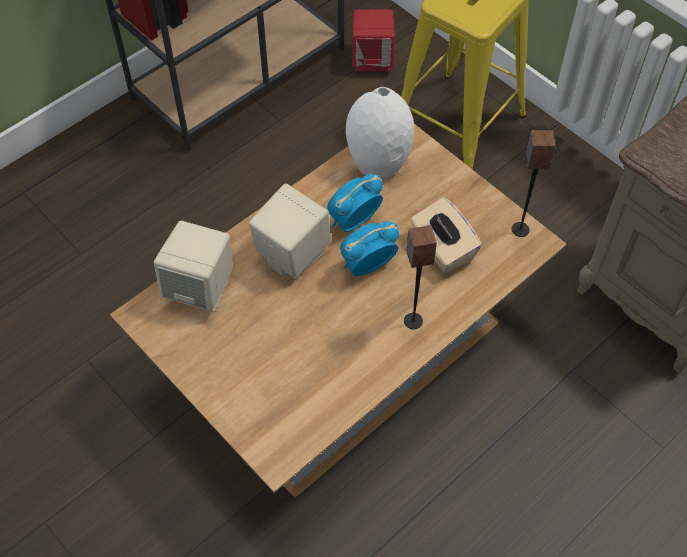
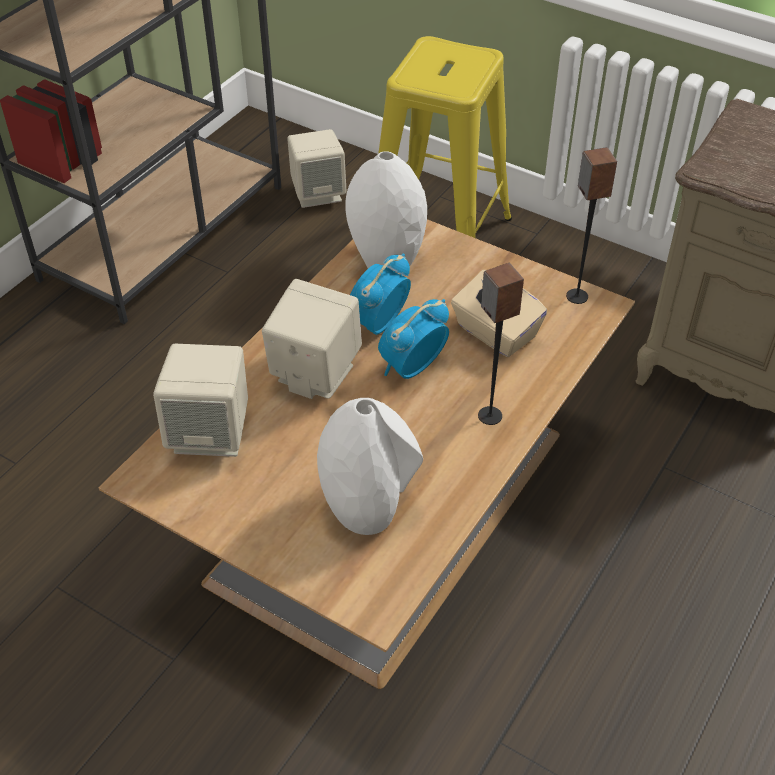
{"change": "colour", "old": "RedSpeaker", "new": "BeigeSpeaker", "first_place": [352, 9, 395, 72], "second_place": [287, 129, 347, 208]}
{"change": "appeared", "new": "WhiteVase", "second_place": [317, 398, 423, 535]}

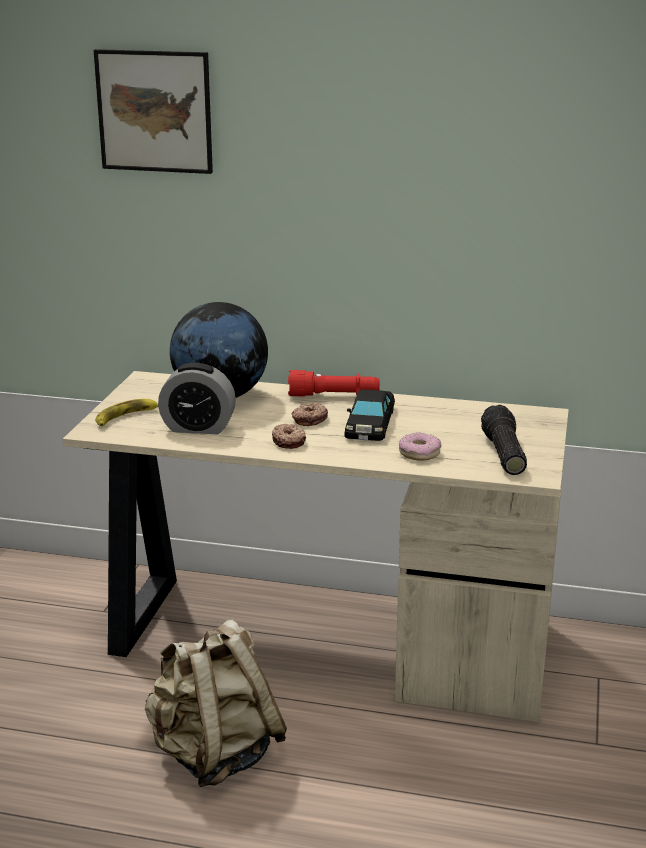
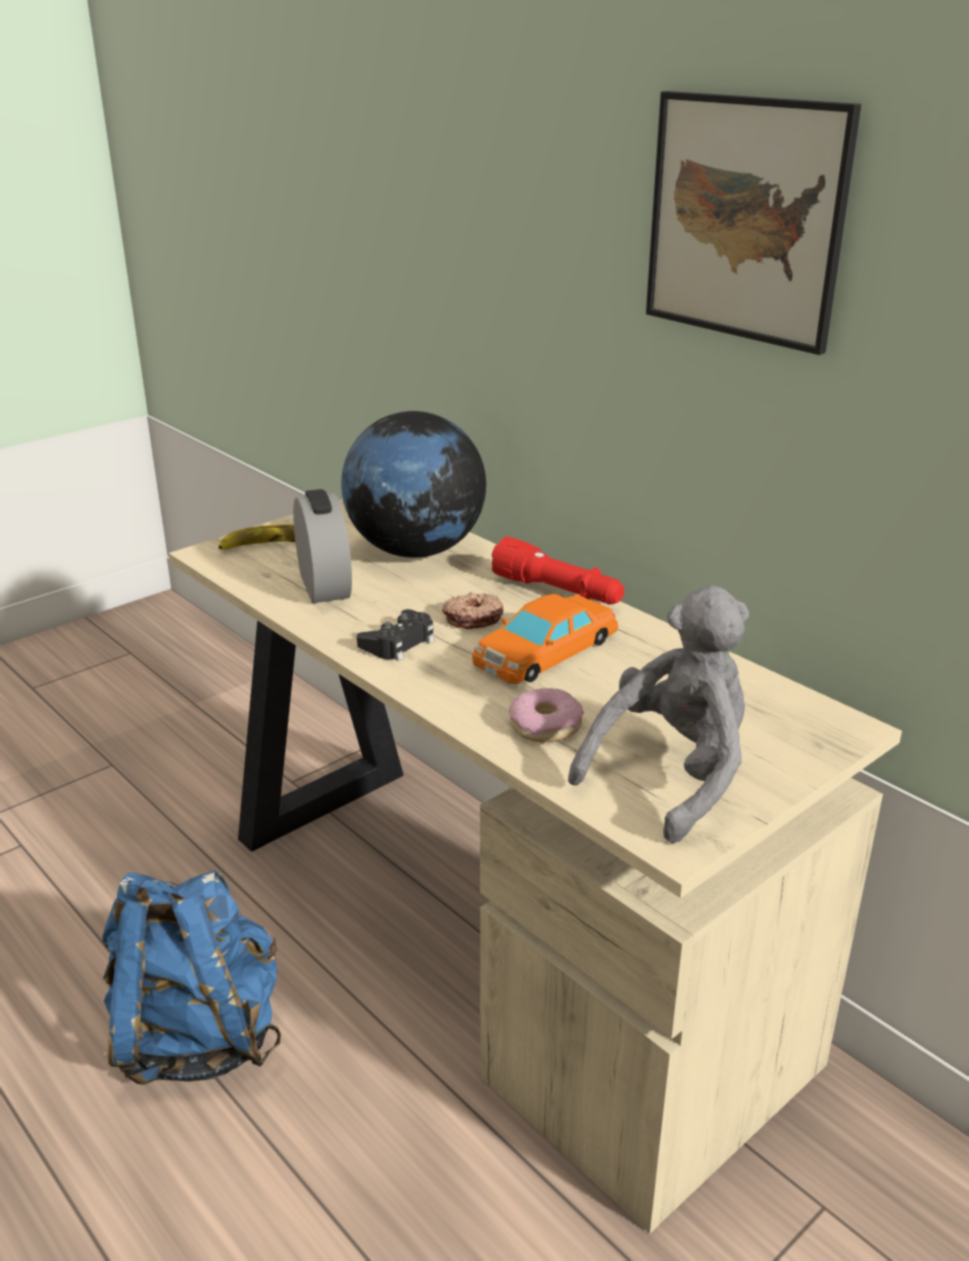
{"change": "colour", "old": "BeigeBackpack", "new": "BlueBackpack", "first_place": [145, 619, 287, 787], "second_place": [103, 870, 281, 1085]}
{"change": "spun", "old": "AlarmClock", "first_place": [158, 363, 236, 434], "second_place": [293, 489, 352, 603], "degrees": -150}
{"change": "exchanged", "old": "Donut", "new": "BlackGameController", "first_place": [272, 424, 306, 449], "second_place": [357, 609, 434, 661]}
{"change": "colour", "old": "BlackToyCar", "new": "OrangeToyCar", "first_place": [344, 389, 395, 441], "second_place": [472, 594, 619, 684]}
{"change": "exchanged", "old": "Flashlight", "new": "GreyPlushToy", "first_place": [481, 405, 527, 475], "second_place": [568, 585, 749, 843]}
{"change": "relocated", "old": "Picture", "first_place": [94, 49, 213, 174], "second_place": [646, 91, 861, 355]}

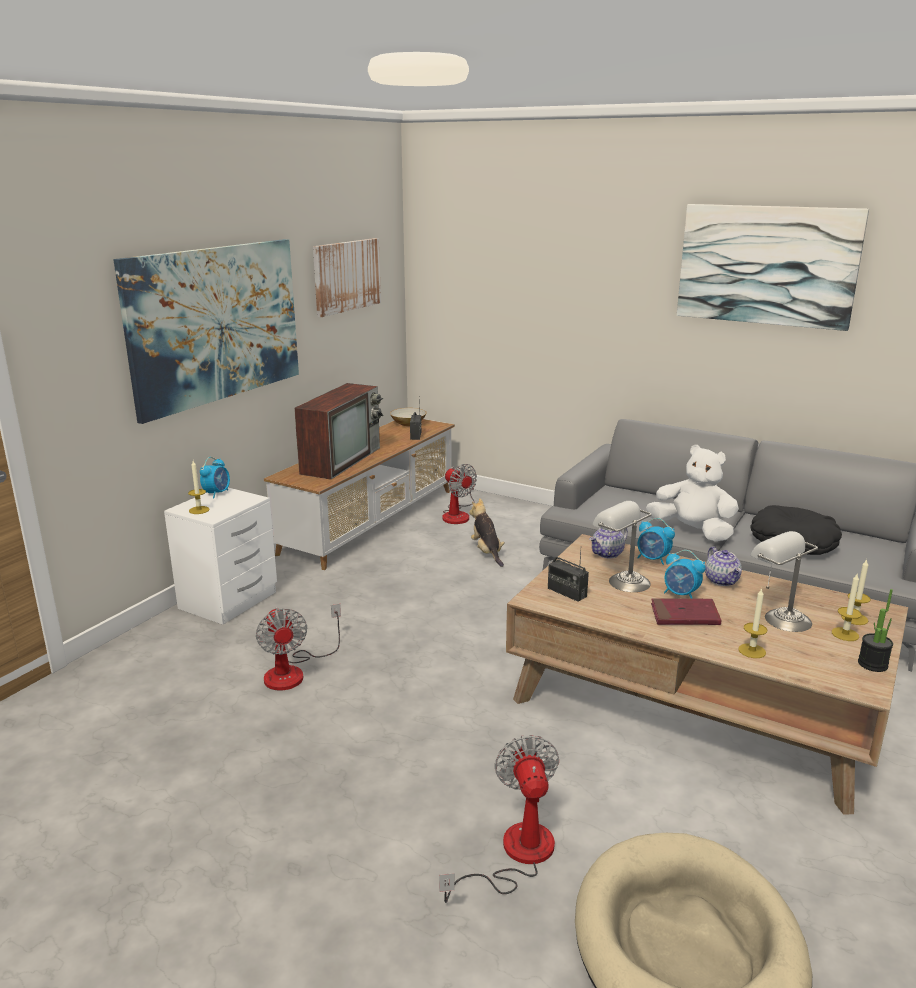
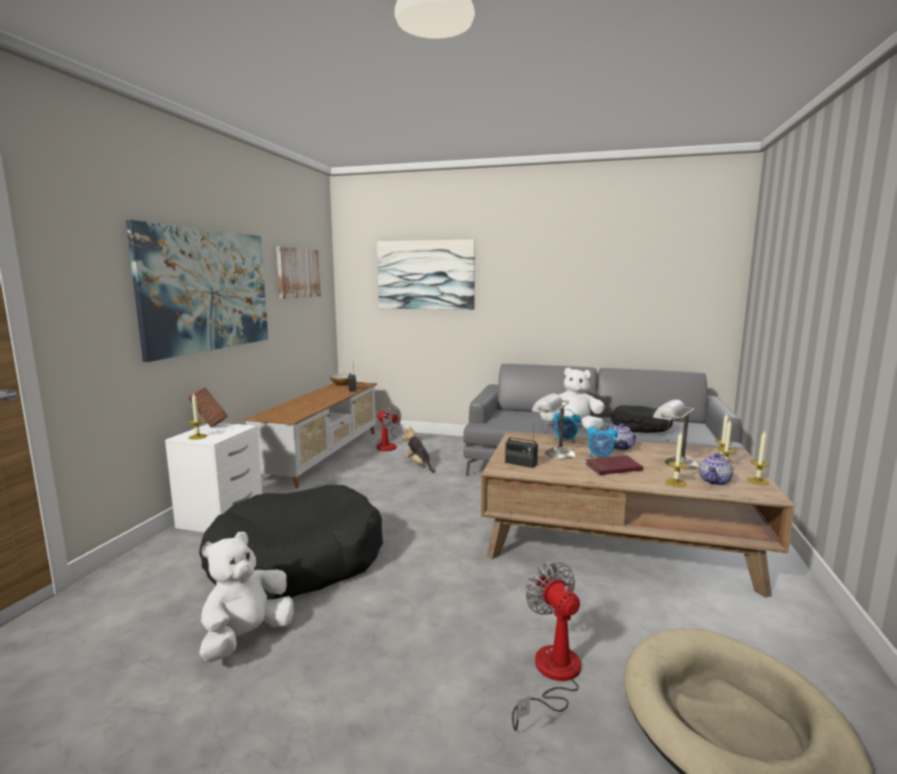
{"change": "exchanged", "old": "AlarmClock", "new": "BrownVase", "first_place": [200, 457, 230, 498], "second_place": [188, 388, 228, 427]}
{"change": "exchanged", "old": "Fan", "new": "BlackDogBed", "first_place": [256, 604, 341, 691], "second_place": [199, 485, 383, 599]}
{"change": "appeared", "new": "WhitePlushToy", "second_place": [199, 532, 294, 662]}
{"change": "relocated", "old": "Picture", "first_place": [677, 204, 869, 331], "second_place": [377, 239, 475, 310]}
{"change": "relocated", "old": "Teapot", "first_place": [589, 528, 628, 558], "second_place": [699, 453, 733, 485]}
{"change": "exchanged", "old": "PottedPlant", "new": "Candle", "first_place": [858, 589, 893, 672], "second_place": [747, 430, 770, 485]}
{"change": "missing", "old": "Television", "first_place": [294, 383, 383, 480]}

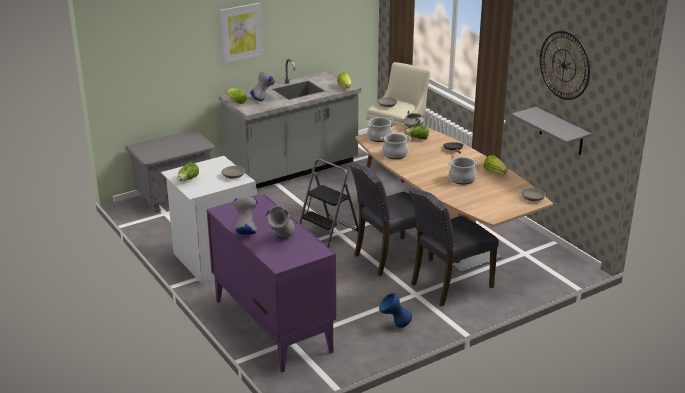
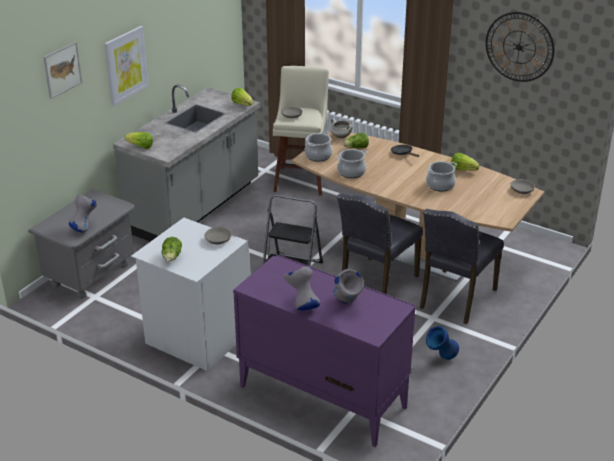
{"change": "appeared", "new": "Picture", "second_place": [43, 42, 82, 99]}
{"change": "relocated", "old": "GreyVase", "first_place": [250, 71, 276, 101], "second_place": [69, 195, 97, 233]}
{"change": "missing", "old": "GreyShelf", "first_place": [511, 107, 592, 155]}

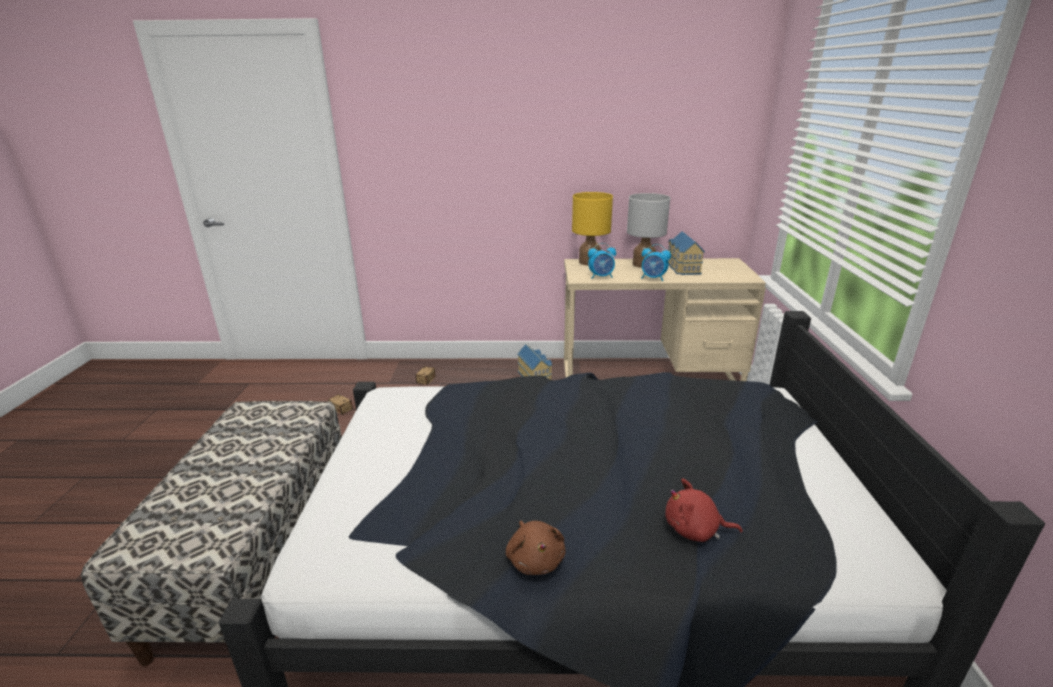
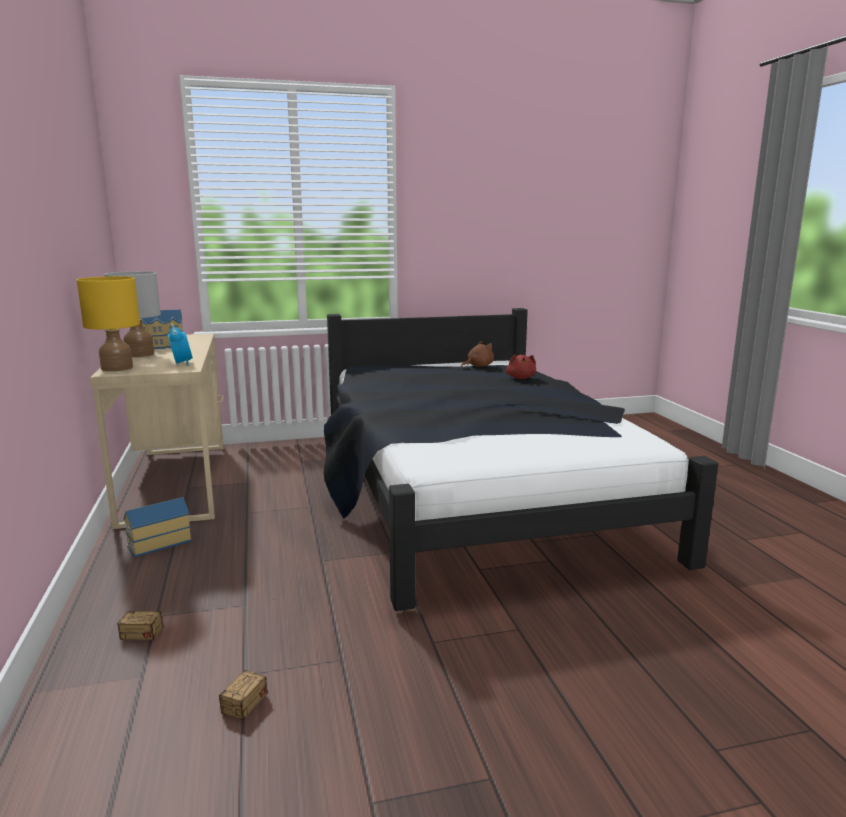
{"change": "relocated", "old": "BrownPlushToy", "first_place": [506, 521, 565, 575], "second_place": [461, 341, 494, 367]}
{"change": "missing", "old": "Bench", "first_place": [81, 401, 342, 666]}
{"change": "missing", "old": "AlarmClock", "first_place": [642, 244, 671, 281]}

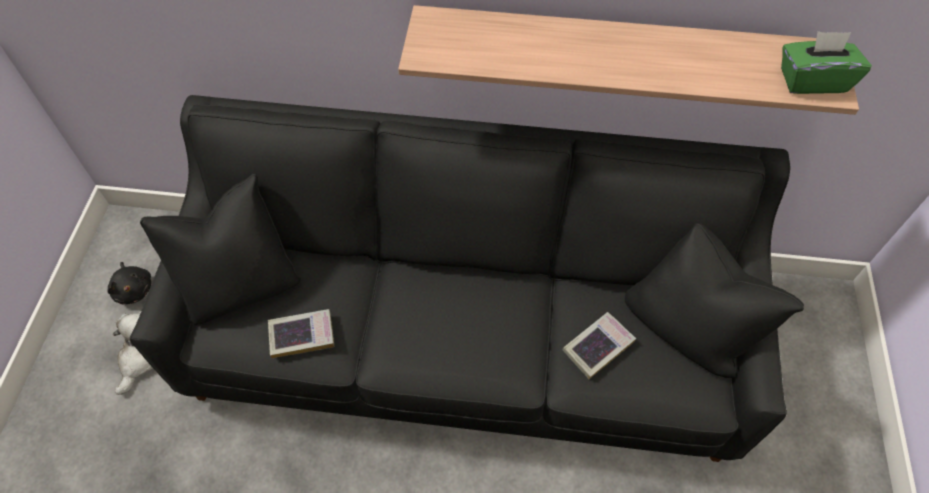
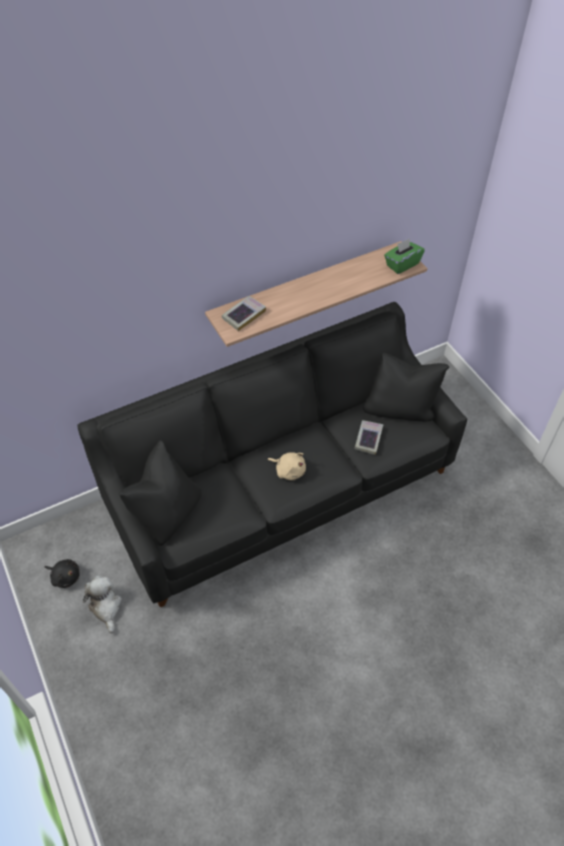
{"change": "relocated", "old": "Book", "first_place": [268, 309, 334, 358], "second_place": [222, 296, 266, 331]}
{"change": "appeared", "new": "BeigePlushToy", "second_place": [267, 452, 306, 480]}

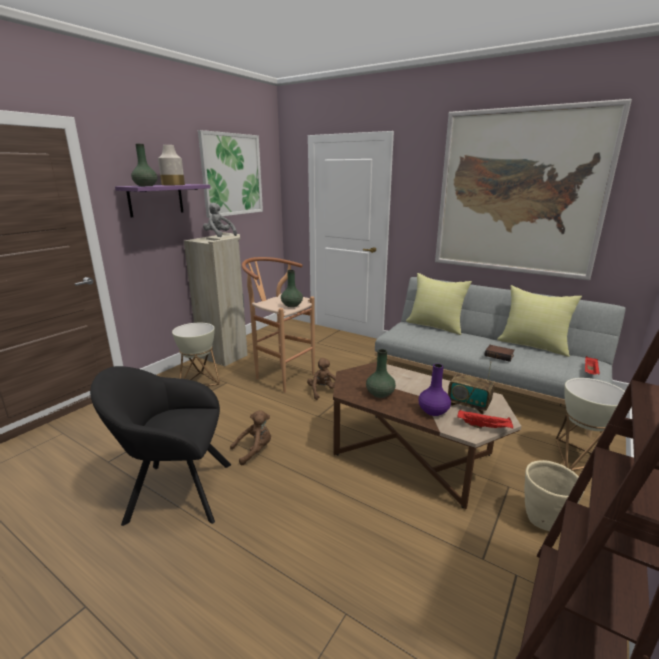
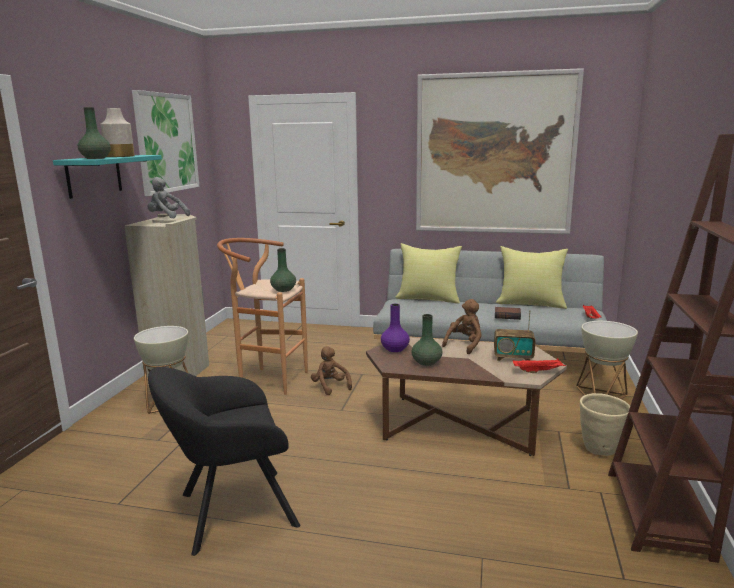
{"change": "colour", "old": "PurpleShelf", "new": "TurquoiseShelf", "first_place": [115, 184, 210, 217], "second_place": [53, 155, 162, 199]}
{"change": "relocated", "old": "PurpleVase", "first_place": [418, 364, 451, 416], "second_place": [381, 304, 410, 352]}
{"change": "relocated", "old": "BrownPlushToy", "first_place": [230, 410, 271, 465], "second_place": [442, 299, 482, 354]}

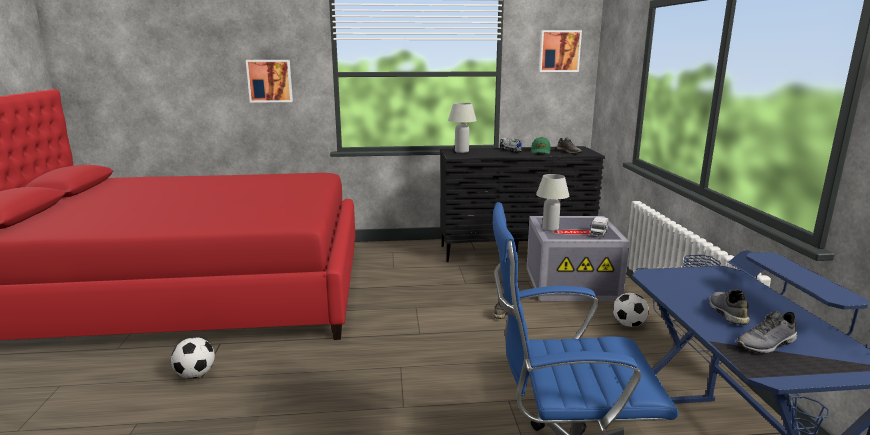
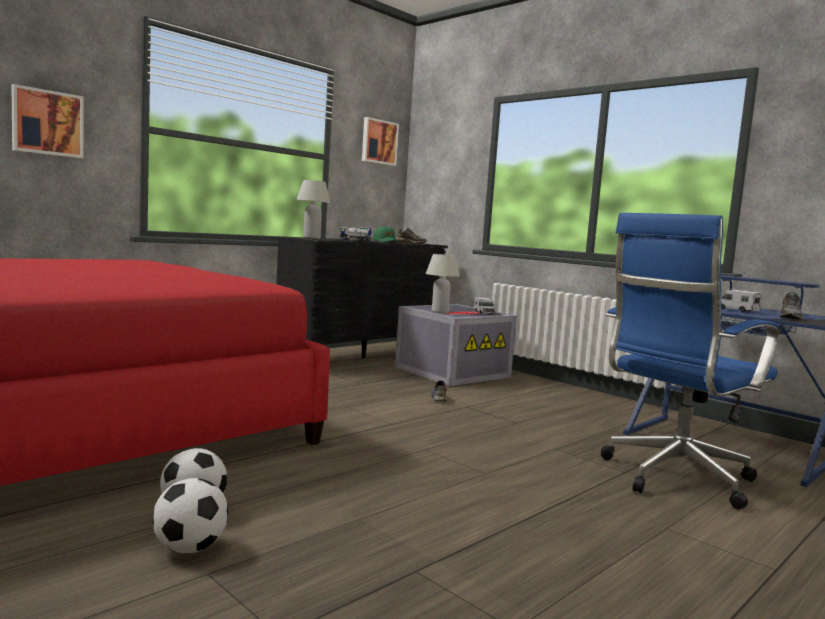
{"change": "relocated", "old": "Football", "first_place": [613, 293, 649, 327], "second_place": [152, 478, 228, 553]}
{"change": "exchanged", "old": "GreyShoe", "new": "ToyTruck", "first_place": [709, 289, 750, 325], "second_place": [721, 290, 762, 312]}

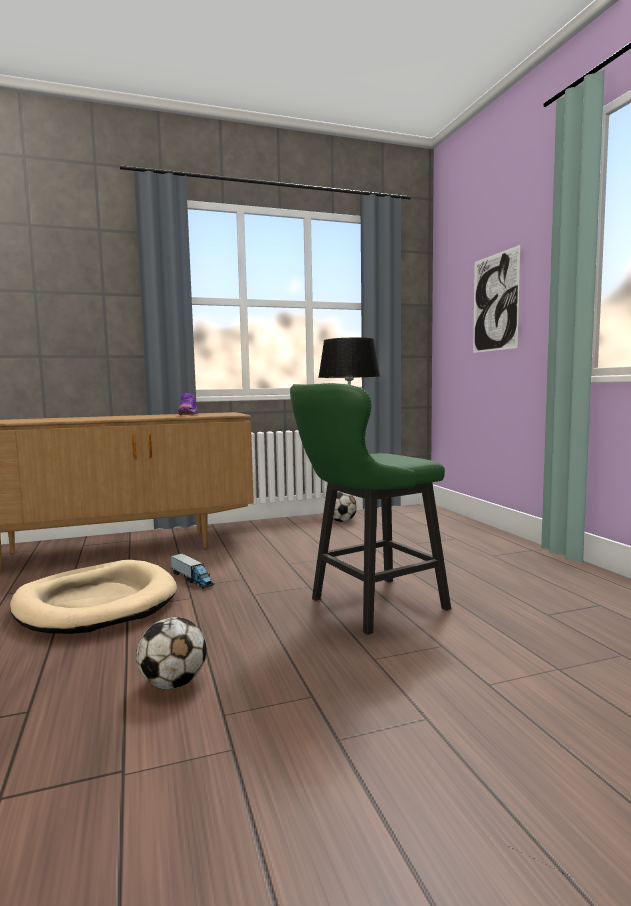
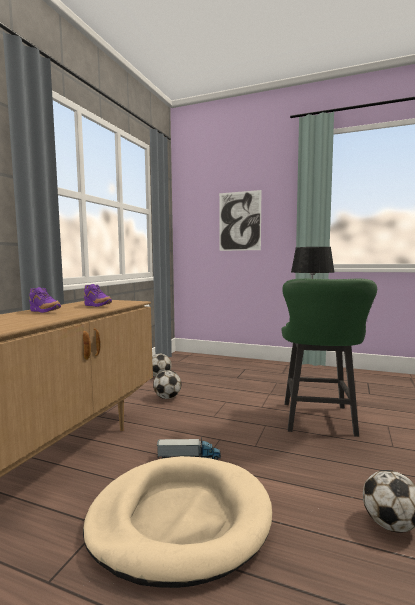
{"change": "appeared", "new": "PurpleShoe", "second_place": [29, 287, 61, 313]}
{"change": "appeared", "new": "Football", "second_place": [153, 370, 181, 399]}

